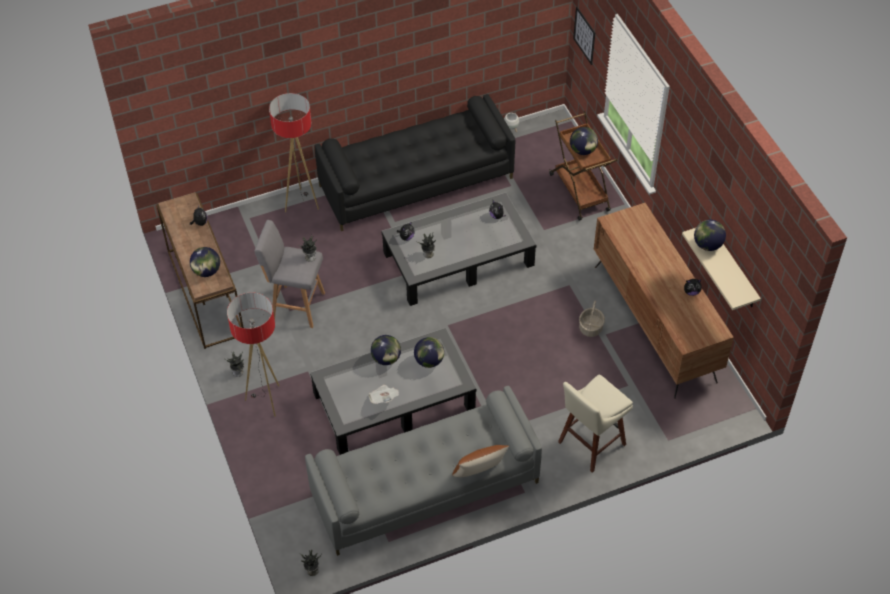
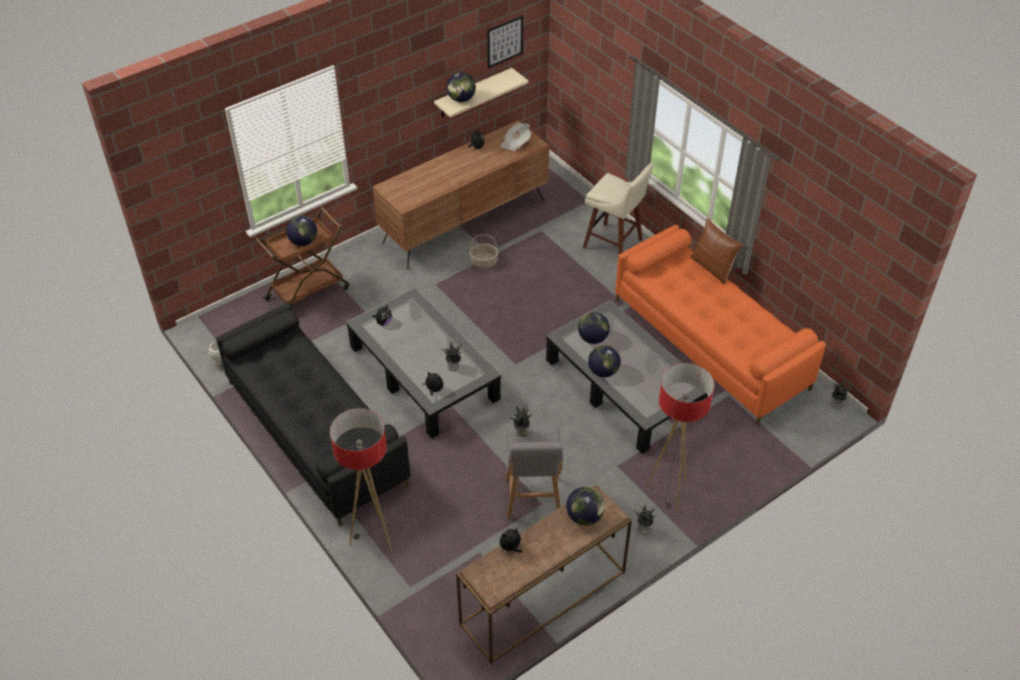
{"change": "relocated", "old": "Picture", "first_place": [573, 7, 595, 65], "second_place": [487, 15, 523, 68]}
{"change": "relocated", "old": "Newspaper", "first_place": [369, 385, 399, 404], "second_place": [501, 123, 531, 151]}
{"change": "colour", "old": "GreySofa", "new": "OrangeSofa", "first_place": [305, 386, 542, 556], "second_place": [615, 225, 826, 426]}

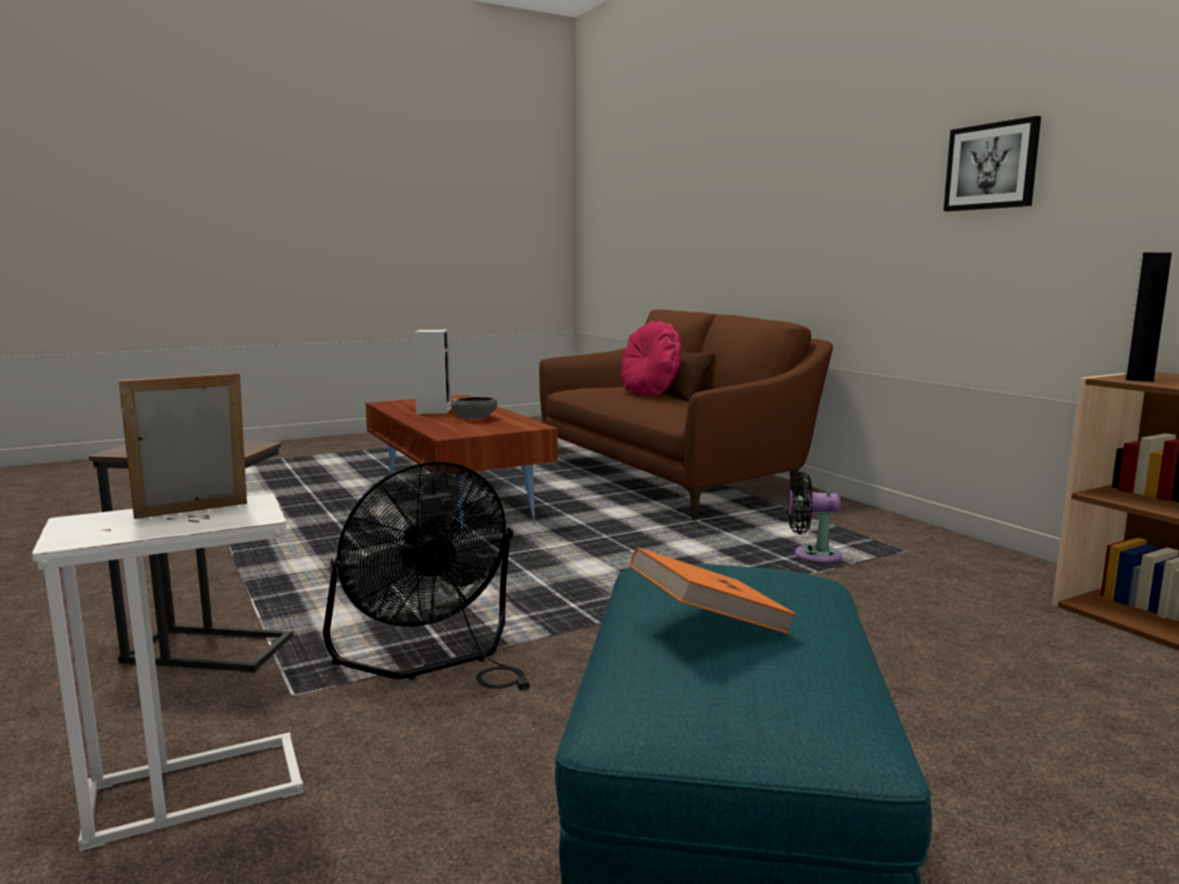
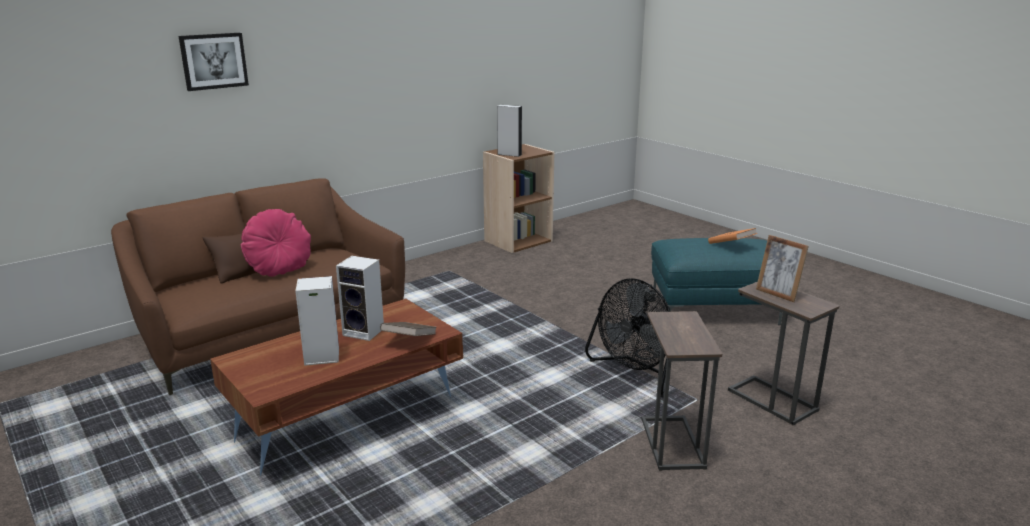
{"change": "relocated", "old": "Picture", "first_place": [943, 116, 1041, 211], "second_place": [179, 33, 249, 91]}
{"change": "exchanged", "old": "GreyBowl", "new": "Speaker", "first_place": [453, 397, 497, 419], "second_place": [336, 256, 384, 341]}
{"change": "appeared", "new": "BrownBook", "second_place": [380, 322, 436, 336]}
{"change": "colour", "old": "WhiteSideTable", "new": "BrownSideTable", "first_place": [32, 493, 304, 851], "second_place": [728, 282, 839, 426]}
{"change": "missing", "old": "BlackFan", "first_place": [788, 472, 842, 562]}

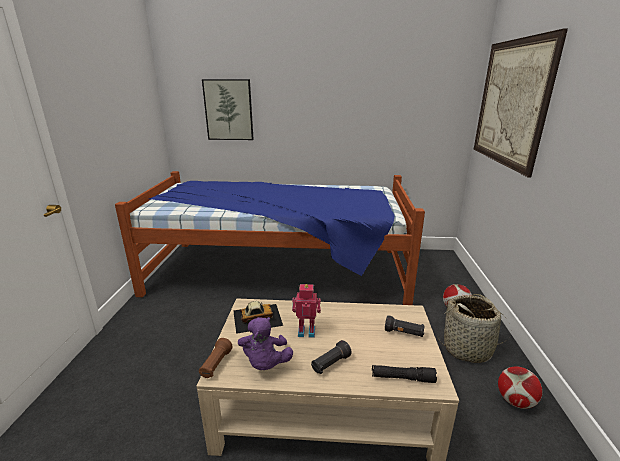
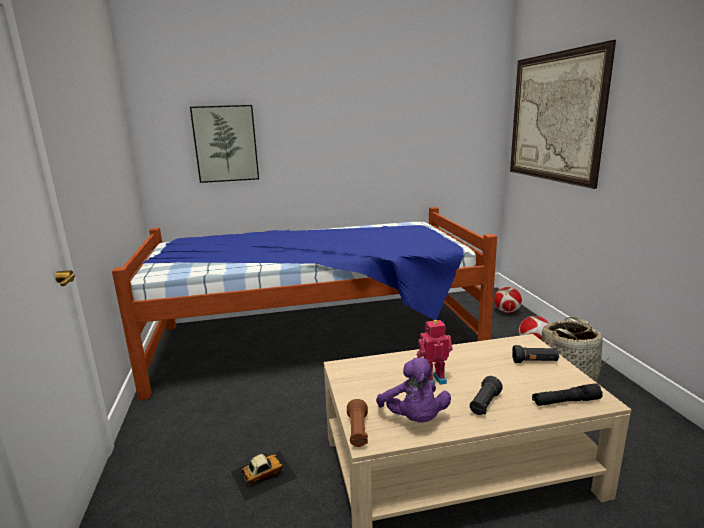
{"change": "relocated", "old": "ToyCar", "first_place": [233, 301, 283, 334], "second_place": [230, 451, 297, 501]}
{"change": "relocated", "old": "Football", "first_place": [498, 366, 543, 409], "second_place": [494, 287, 522, 313]}

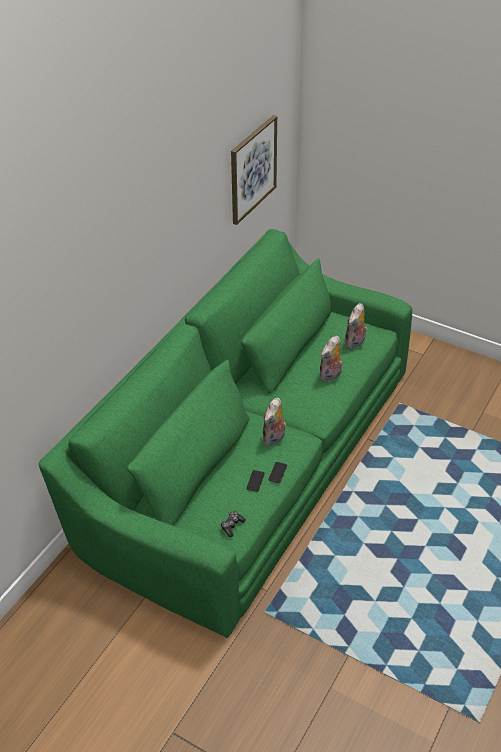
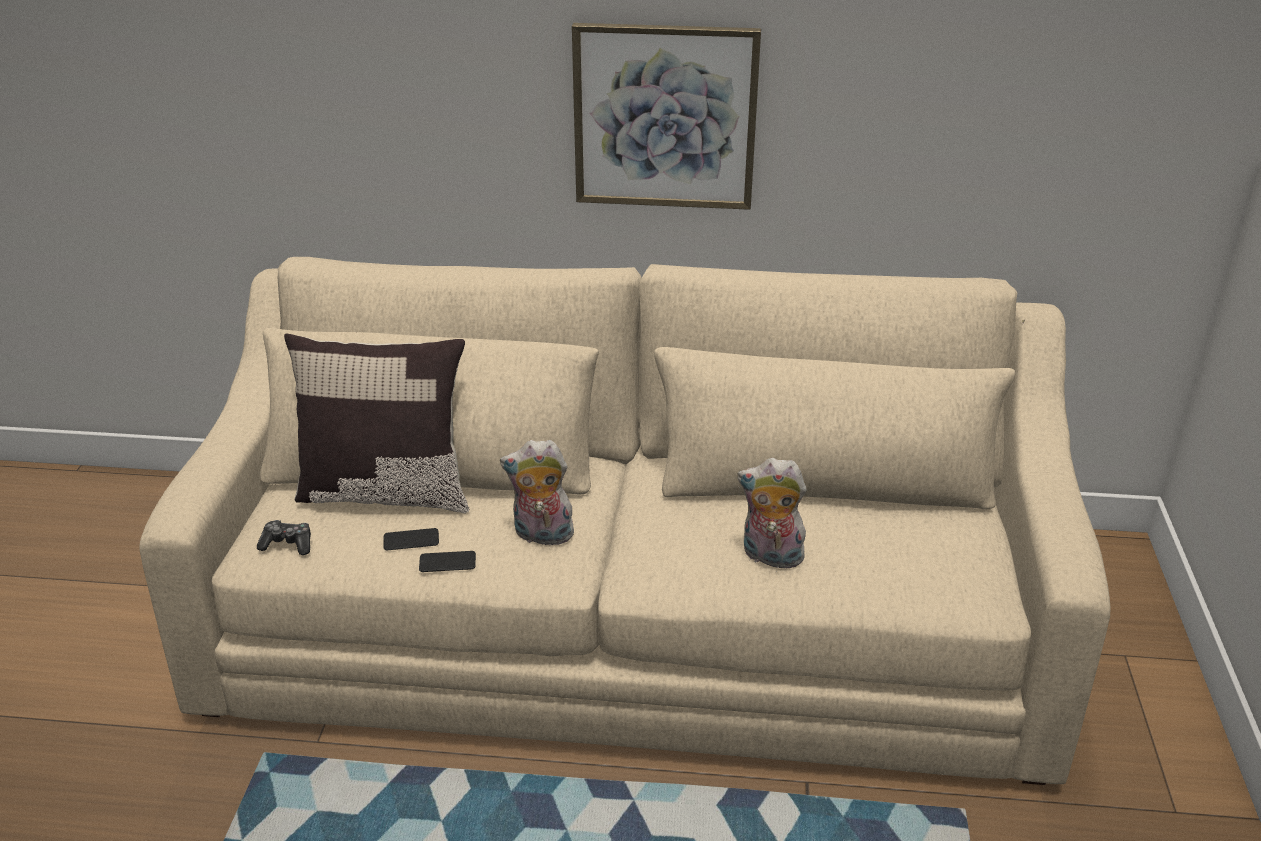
{"change": "colour", "old": "GreenSofa", "new": "BeigeSofa", "first_place": [39, 229, 412, 638], "second_place": [139, 257, 1110, 785]}
{"change": "appeared", "new": "Pillow", "second_place": [284, 333, 469, 513]}
{"change": "relocated", "old": "Picture", "first_place": [231, 115, 277, 225], "second_place": [572, 23, 761, 210]}
{"change": "missing", "old": "PlushToy", "first_place": [344, 303, 368, 350]}

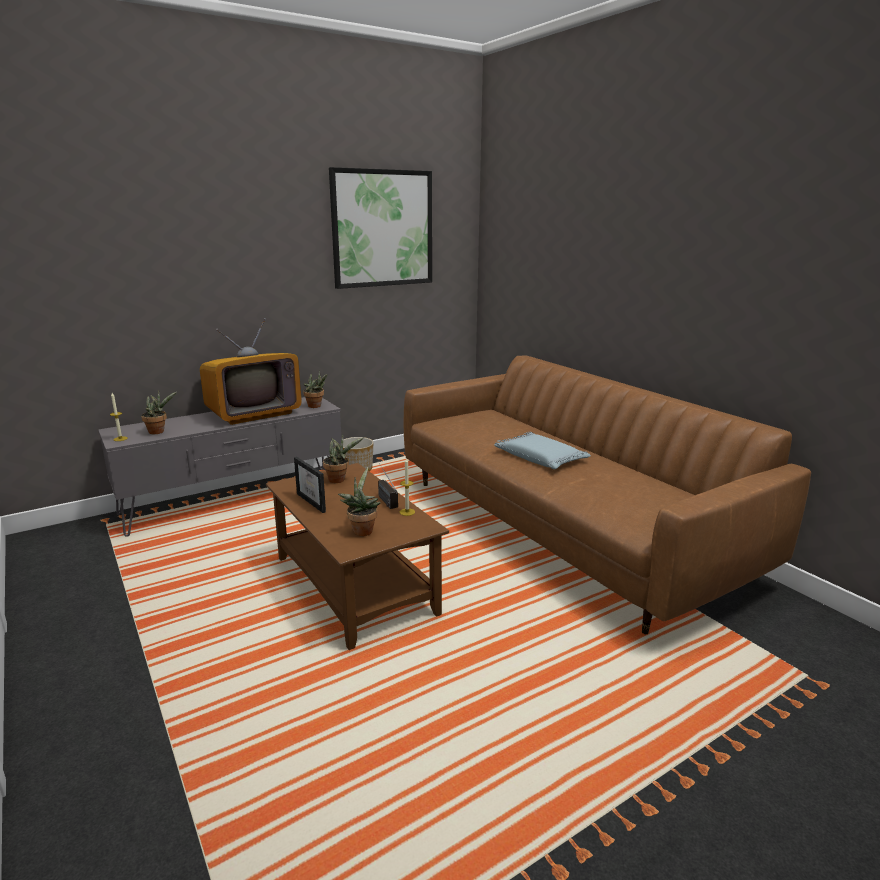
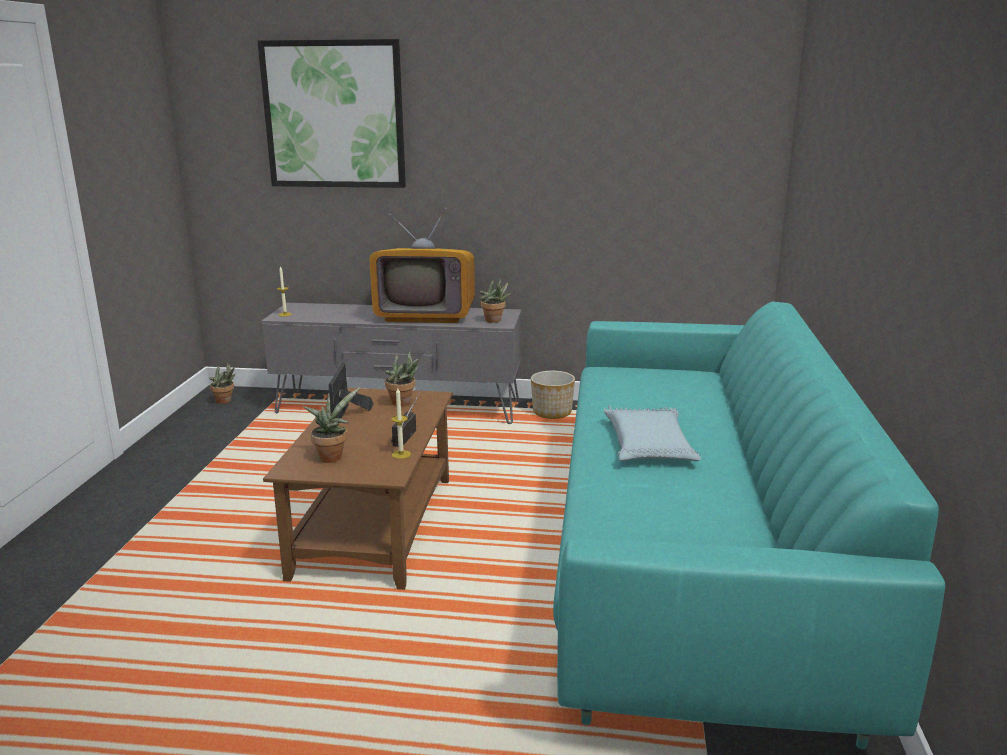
{"change": "relocated", "old": "PottedPlant", "first_place": [141, 390, 177, 434], "second_place": [209, 362, 236, 404]}
{"change": "relocated", "old": "Picture", "first_place": [329, 167, 432, 289], "second_place": [257, 39, 406, 188]}
{"change": "colour", "old": "BrownSofa", "new": "TurquoiseSofa", "first_place": [404, 356, 811, 634], "second_place": [553, 302, 945, 749]}

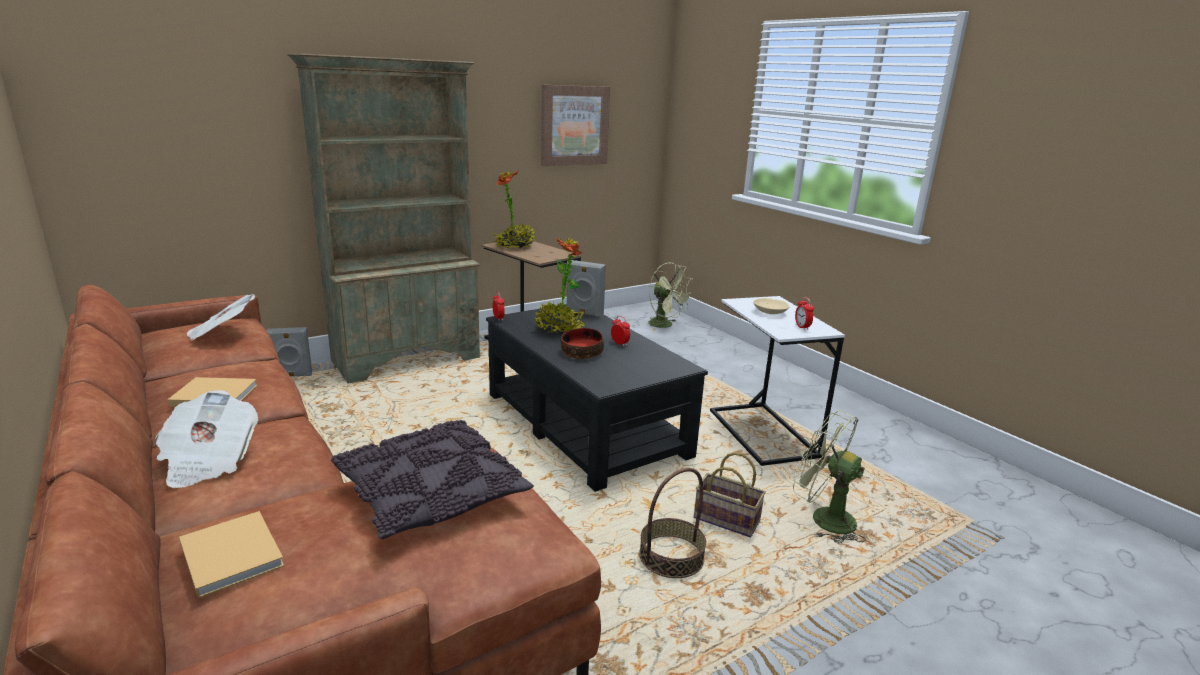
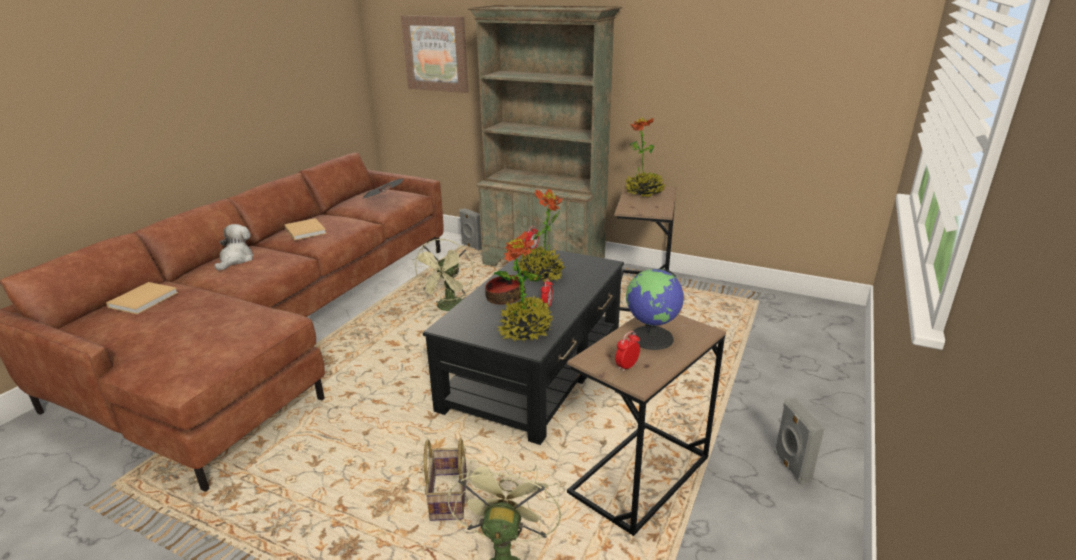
{"change": "exchanged", "old": "Newspaper", "new": "PlushToy", "first_place": [155, 390, 258, 488], "second_place": [214, 224, 253, 271]}
{"change": "relocated", "old": "Picture", "first_place": [541, 85, 610, 166], "second_place": [401, 15, 469, 93]}
{"change": "relocated", "old": "GreenFan", "first_place": [648, 262, 693, 331], "second_place": [412, 239, 474, 311]}
{"change": "appeared", "new": "PottedPlant", "second_place": [494, 231, 553, 342]}
{"change": "colour", "old": "WhiteSideTable", "new": "BrownSideTable", "first_place": [710, 296, 845, 466], "second_place": [567, 314, 726, 536]}
{"change": "exchanged", "old": "BeigeBowl", "new": "Globe", "first_place": [753, 298, 790, 314], "second_place": [626, 268, 684, 350]}
{"change": "relocated", "old": "GreySpeaker", "first_place": [567, 260, 606, 318], "second_place": [774, 398, 825, 485]}
{"change": "missing", "old": "BlackPillow", "first_place": [331, 420, 534, 539]}
{"change": "missing", "old": "Basket", "first_place": [639, 468, 706, 578]}

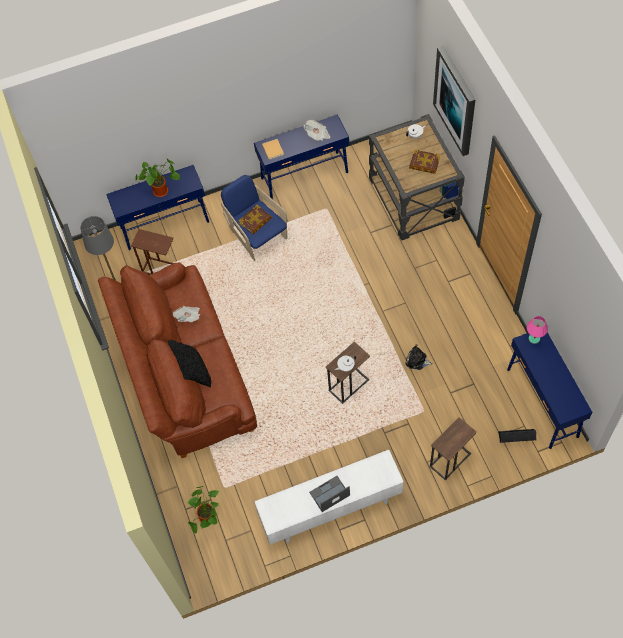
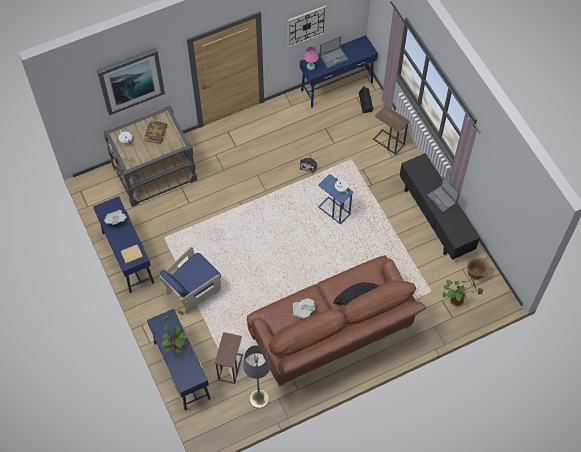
{"change": "appeared", "new": "WallClock", "second_place": [288, 5, 326, 48]}
{"change": "colour", "old": "BrownSideTable", "new": "BlueSideTable", "first_place": [326, 342, 370, 404], "second_place": [318, 174, 354, 224]}
{"change": "appeared", "new": "Laptop", "second_place": [320, 36, 348, 68]}
{"change": "colour", "old": "WhiteTvStand", "new": "BlackTvStand", "first_place": [255, 450, 404, 544], "second_place": [400, 153, 480, 260]}
{"change": "appeared", "new": "BrownPlanter", "second_place": [467, 257, 489, 280]}
{"change": "missing", "old": "Book", "first_place": [239, 205, 272, 234]}

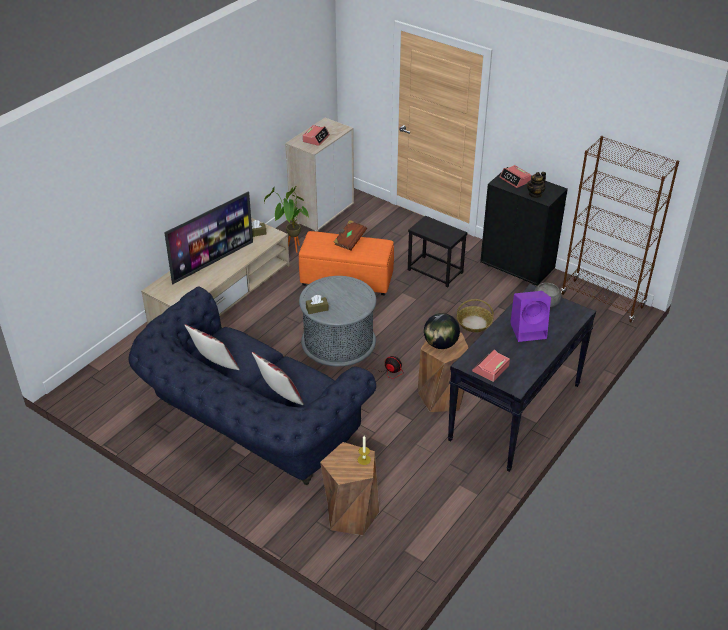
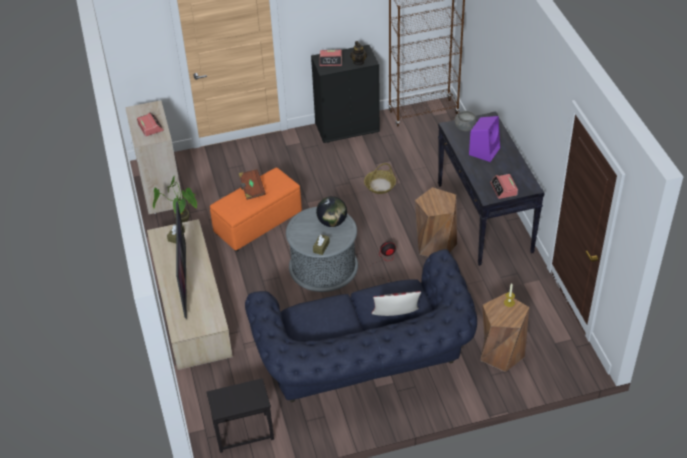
{"change": "relocated", "old": "BlackSideTable", "first_place": [408, 216, 467, 288], "second_place": [207, 378, 274, 453]}
{"change": "relocated", "old": "Globe", "first_place": [424, 313, 460, 349], "second_place": [316, 196, 347, 227]}
{"change": "missing", "old": "Pillow", "first_place": [184, 324, 240, 370]}

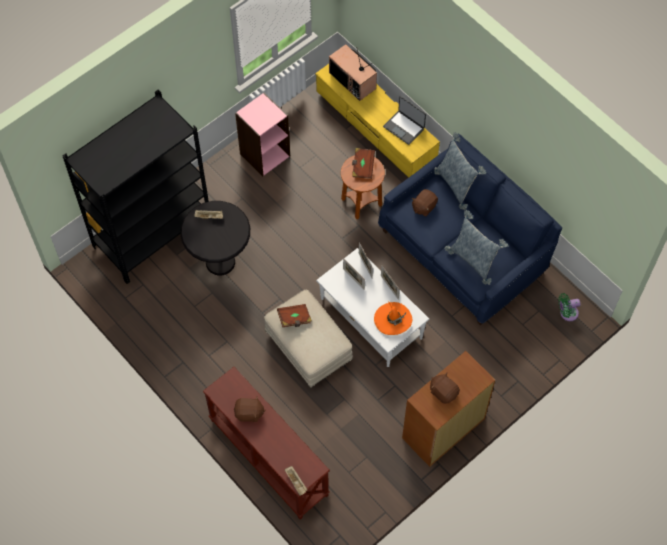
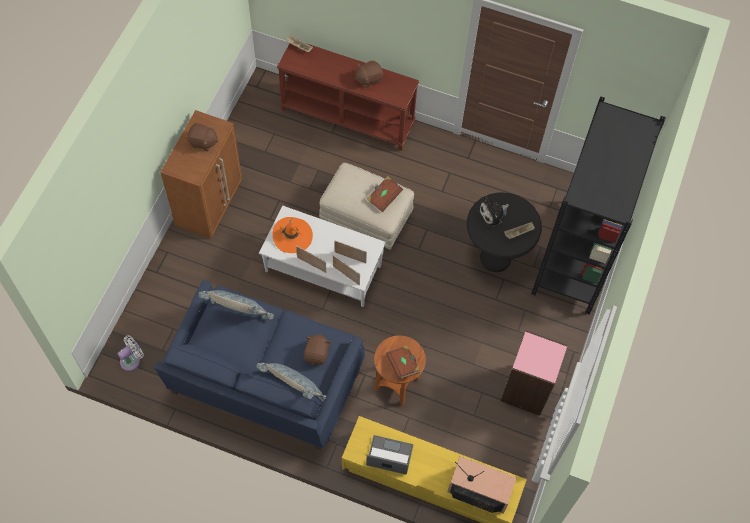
{"change": "colour", "old": "GreenFan", "new": "WhiteFan", "first_place": [558, 293, 581, 321], "second_place": [118, 335, 144, 371]}
{"change": "appeared", "new": "PlushToy", "second_place": [478, 197, 509, 227]}

